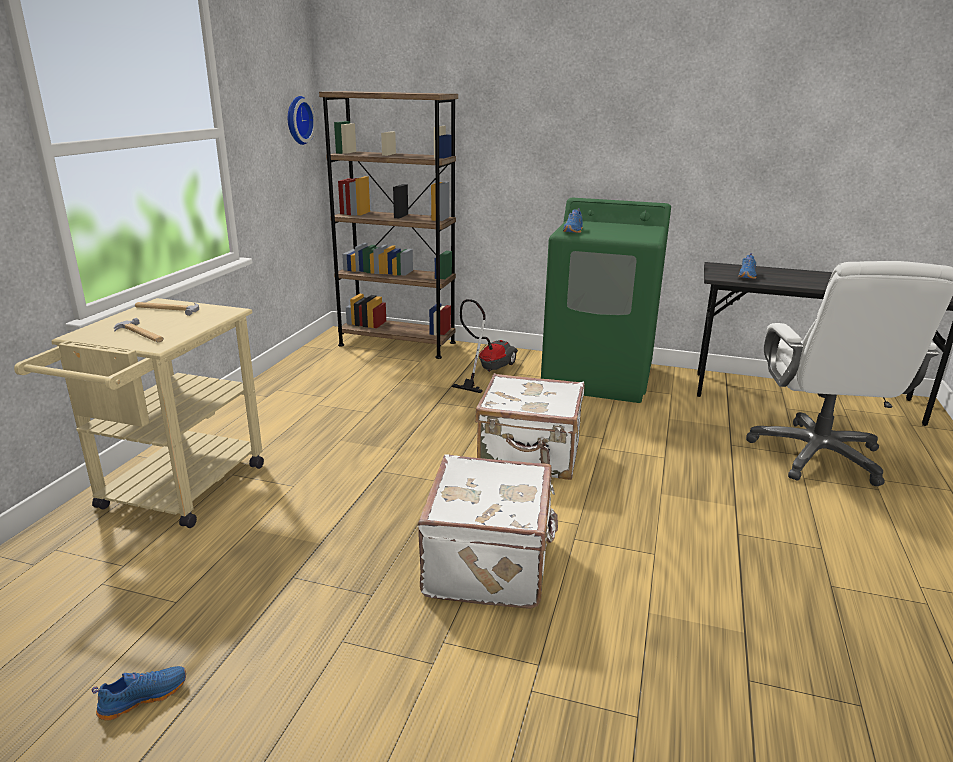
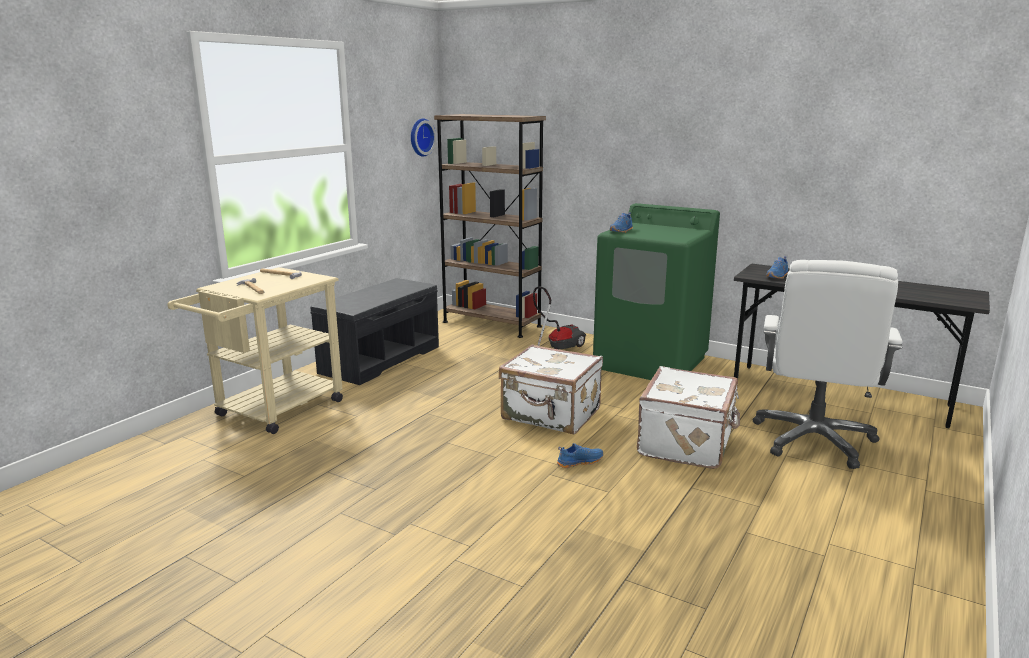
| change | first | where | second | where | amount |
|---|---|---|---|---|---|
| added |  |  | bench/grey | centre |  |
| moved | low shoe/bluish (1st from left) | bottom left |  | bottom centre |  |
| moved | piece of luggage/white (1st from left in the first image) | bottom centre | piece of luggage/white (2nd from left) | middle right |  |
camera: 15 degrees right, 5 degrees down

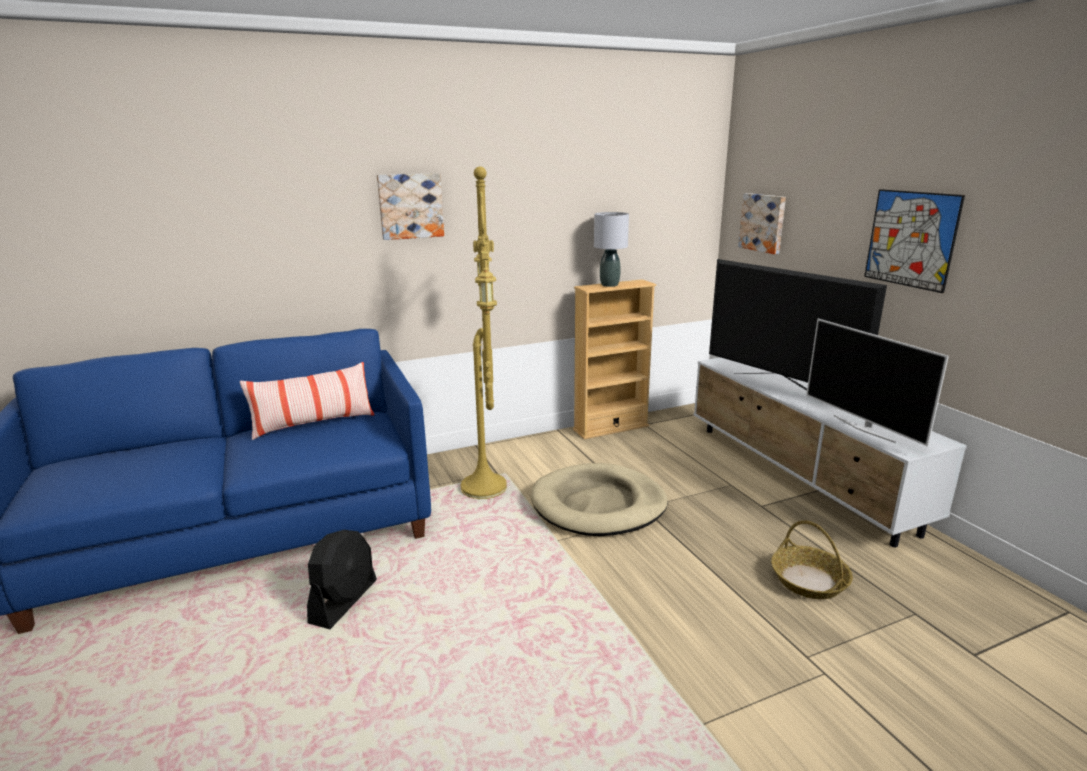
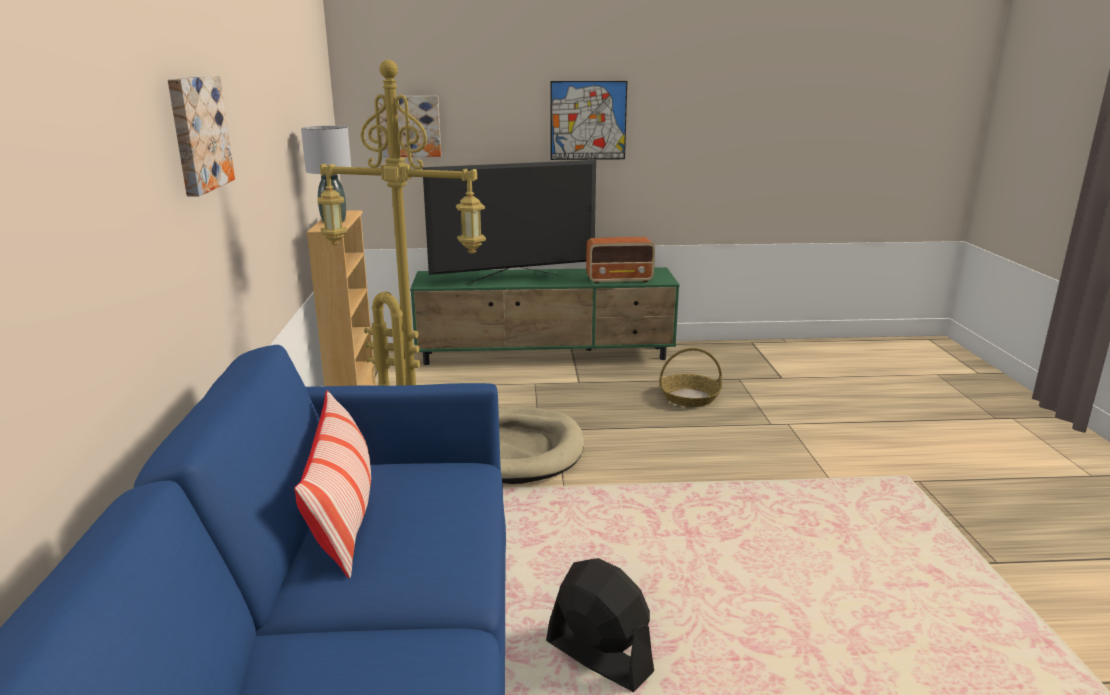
| change | first | where | second | where | amount |
|---|---|---|---|---|---|
| replaced | TV (2nd from left) | middle right | radio | centre |  |
| recoloured | tv unit/white | middle right | tv unit/green | centre |  |
camera: 70 degrees left, 0 degrees up

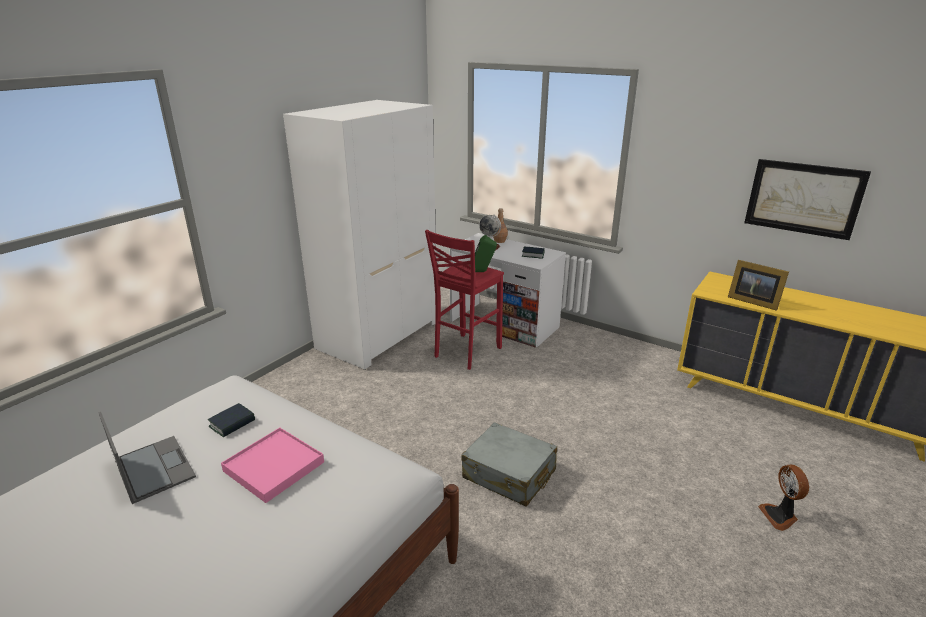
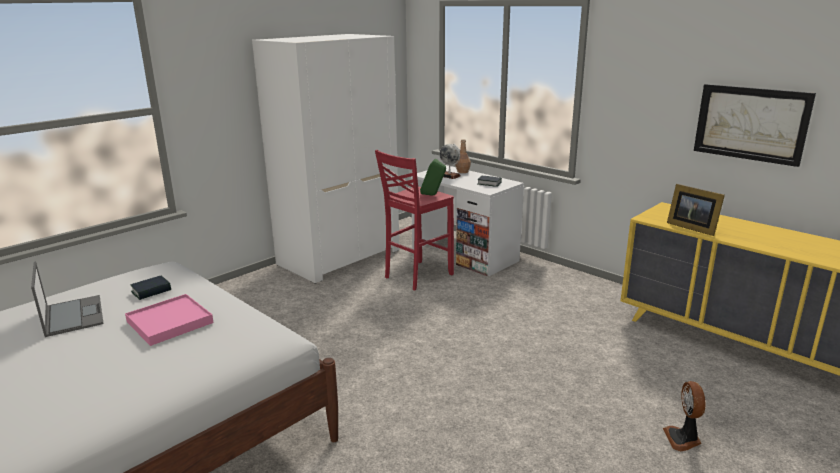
| change | first | where | second | where | amount |
|---|---|---|---|---|---|
| removed | piece of luggage/grey | bottom centre |  |  |  |
camera: 10 degrees right, 5 degrees down

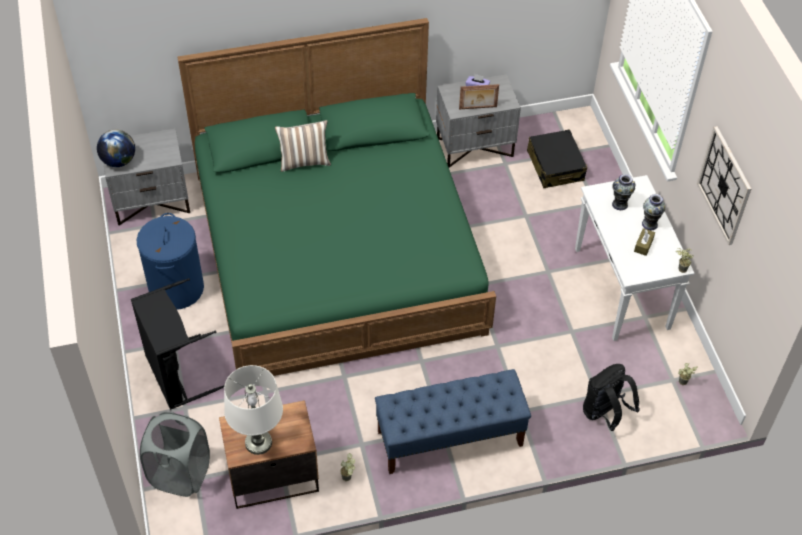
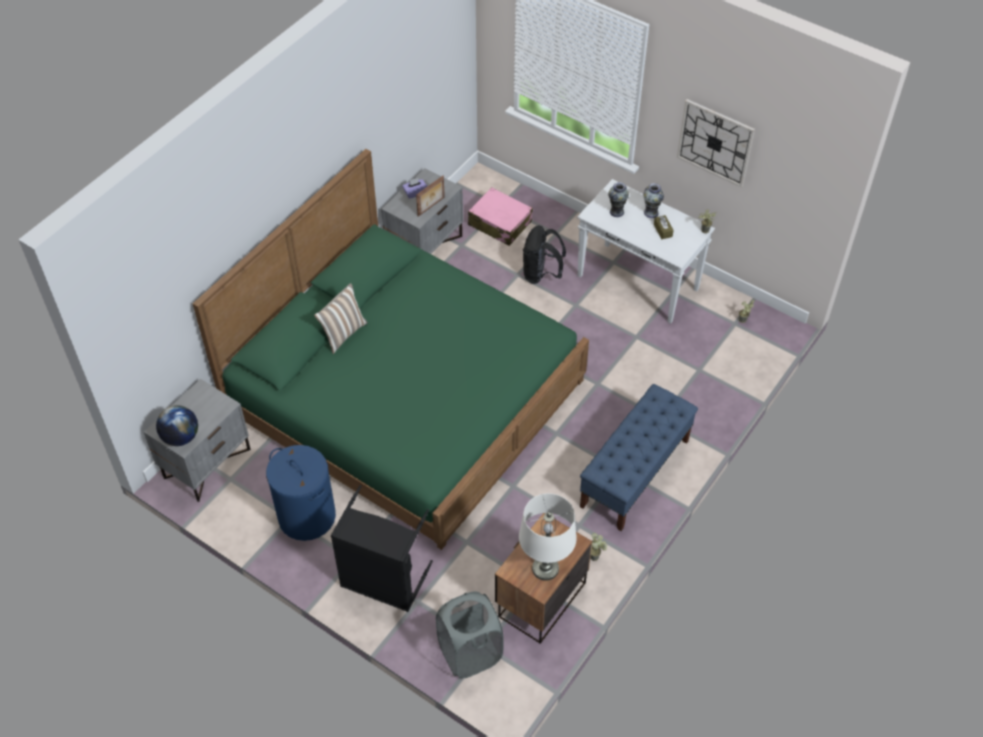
| change | first | where | second | where | amount |
|---|---|---|---|---|---|
| moved | knapsack/black | bottom right |  | centre |  |
| recoloured | piece of luggage/black | top right | piece of luggage/pink-coloured | top centre |  |
camera: 40 degrees left, 0 degrees up

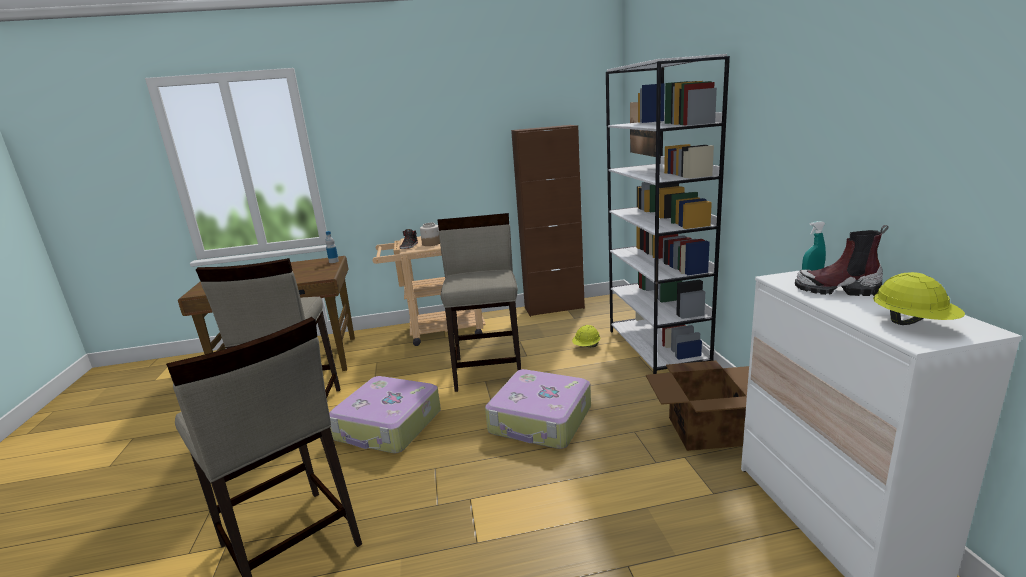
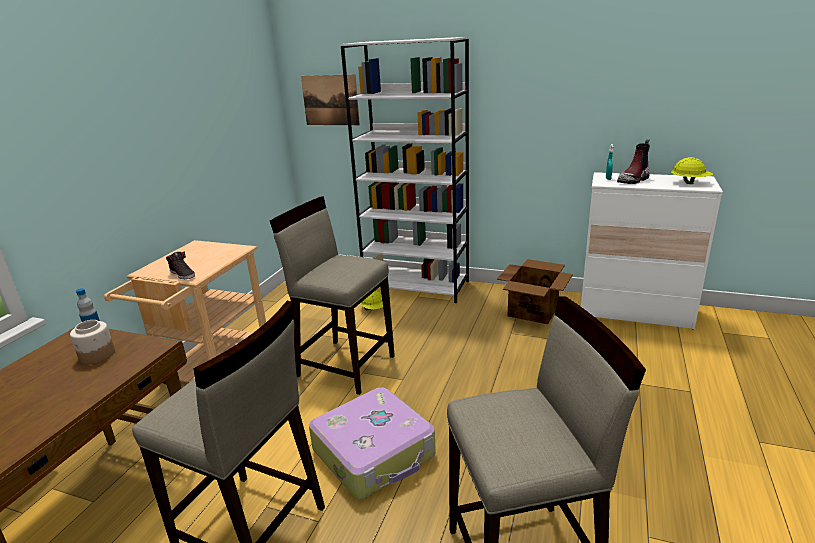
| change | first | where | second | where | amount |
|---|---|---|---|---|---|
| removed | piece of luggage (2nd from left) | bottom centre |  |  |  |
| removed | cupboard/brown-coloured | centre |  |  |  |
| moved | preserve jar | centre |  | middle left |  |
camera: 60 degrees left, 5 degrees up

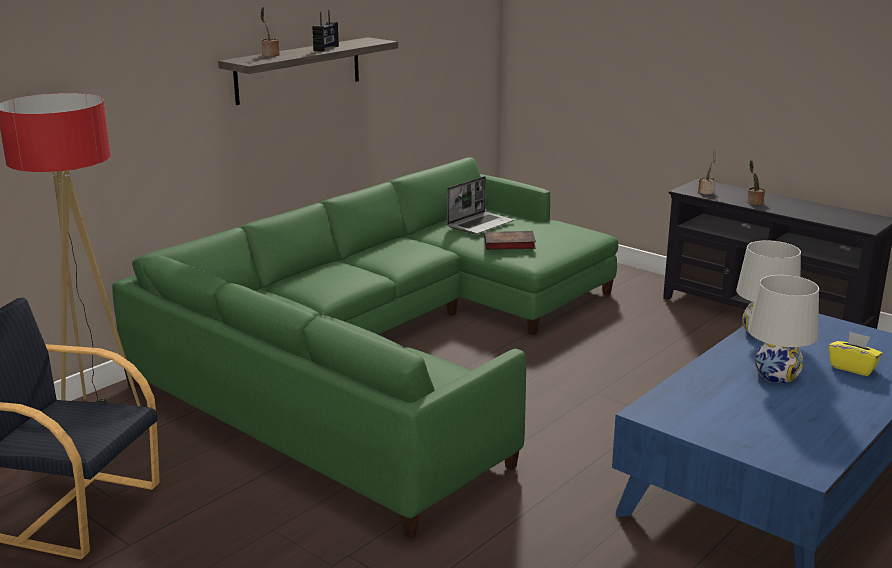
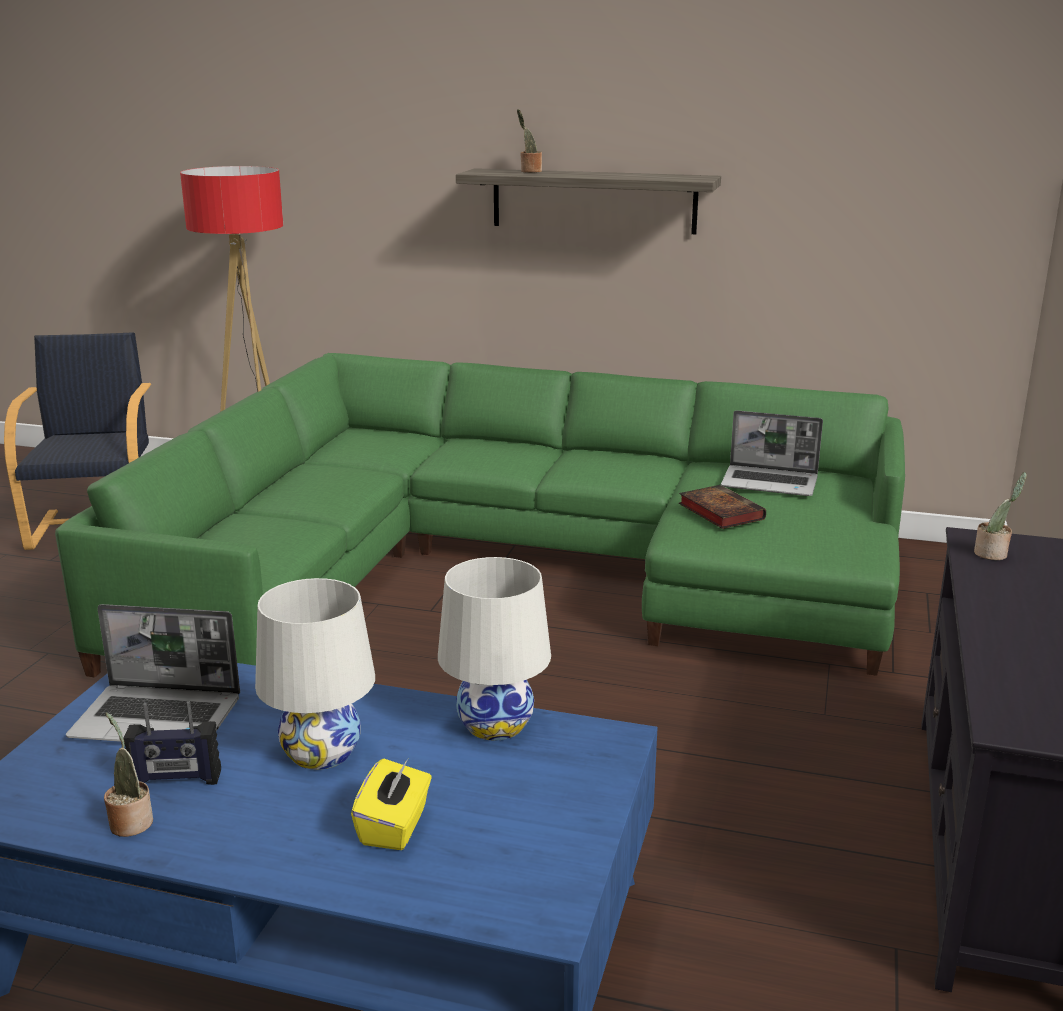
| change | first | where | second | where | amount |
|---|---|---|---|---|---|
| added |  |  | notebook computer (1st from left) | middle left |  |
| moved | radio | top centre |  | bottom left |  |
| moved | potted plant (3rd from left in the first image) | top right | potted plant (1st from left) | bottom left |  |
camera: 65 degrees right, 0 degrees up

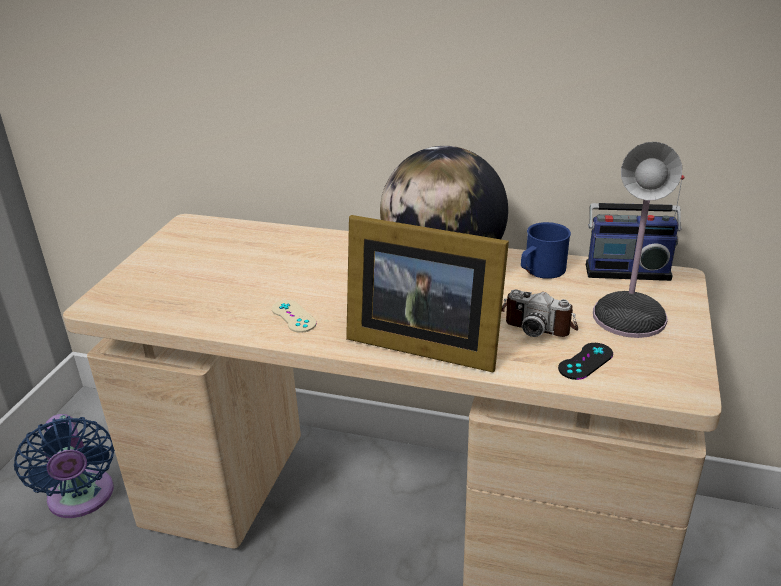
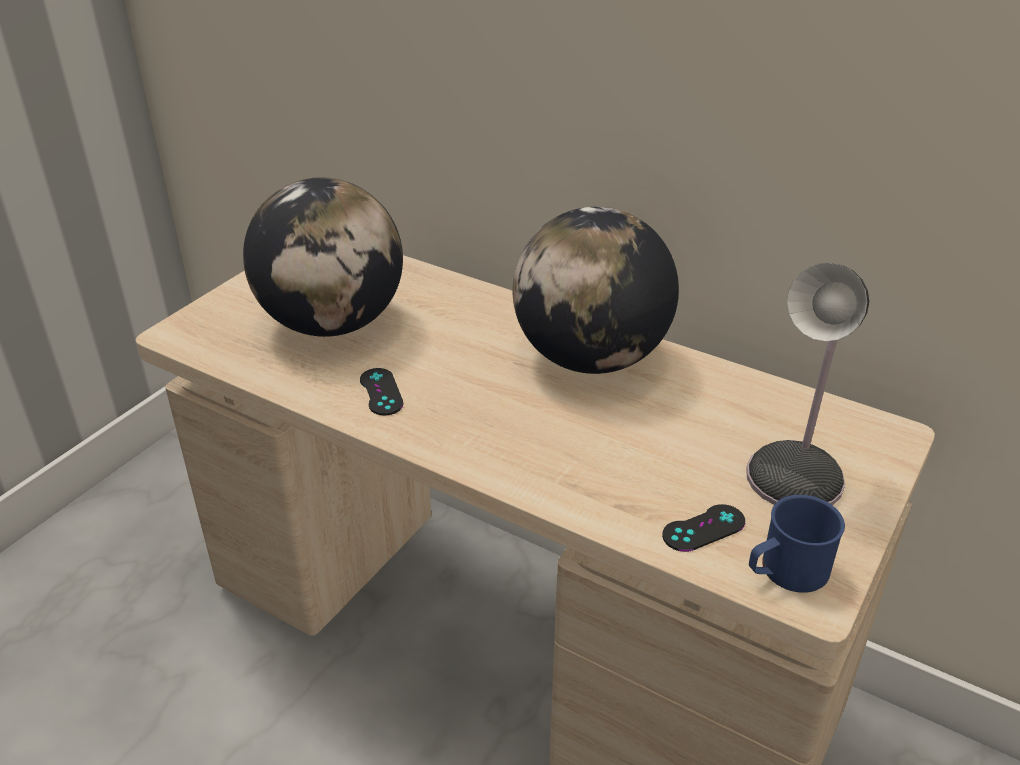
| change | first | where | second | where | amount |
|---|---|---|---|---|---|
| removed | electric fan/bluish | bottom left |  |  |  |
| removed | standing frame | centre |  |  |  |
| removed | still camera | middle right |  |  |  |
| removed | radio | middle right |  |  |  |
| added |  |  | desk globe (1st from left) | middle left |  |
| moved | mug/bluish | middle right |  | bottom right |  |
| recoloured | gamepad/beige-coloured | centre | gamepad/black (1st from left) | centre |  |
camera: 15 degrees right, 5 degrees up

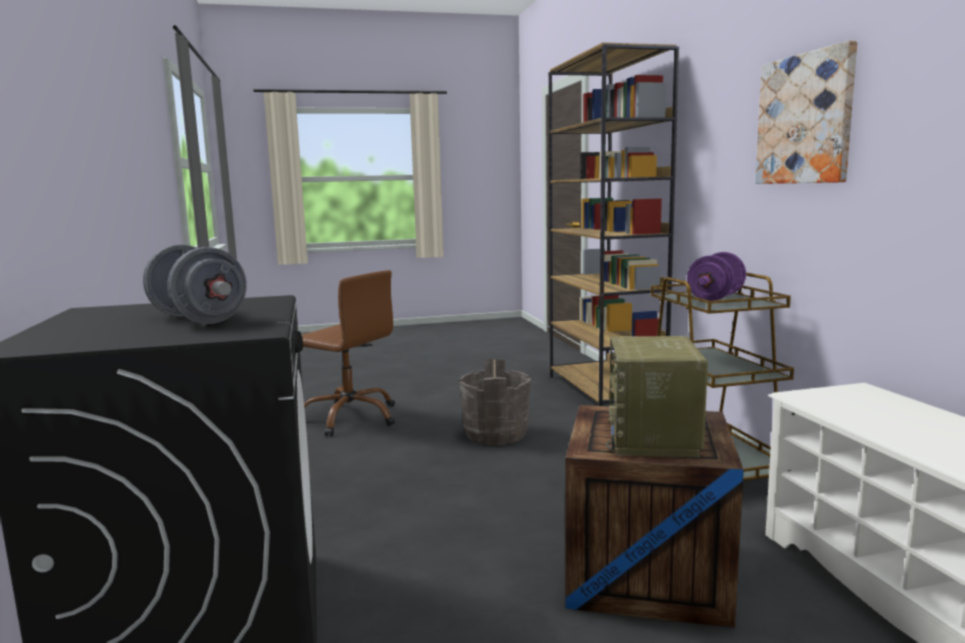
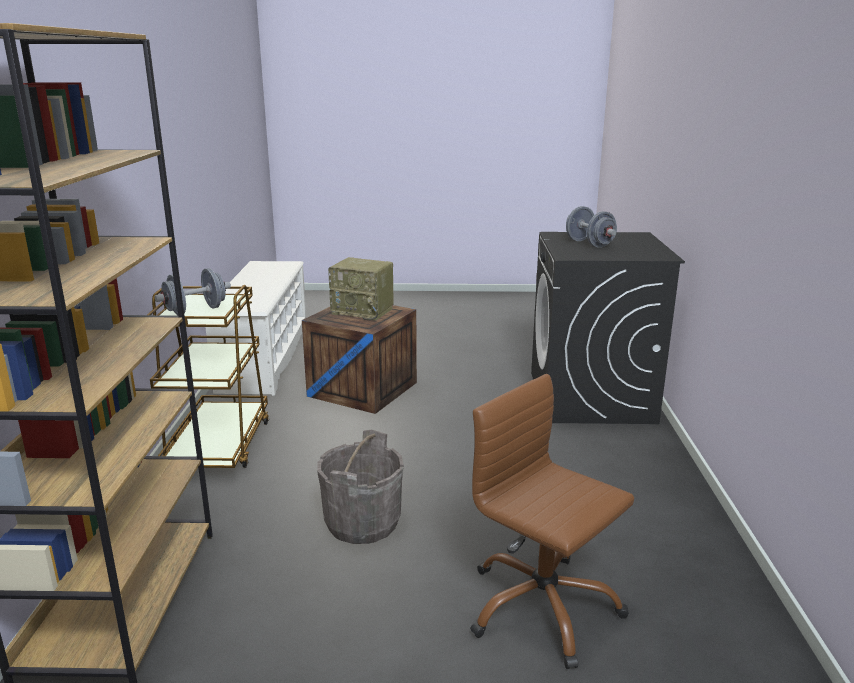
| change | first | where | second | where | amount |
|---|---|---|---|---|---|
| removed | wall picture | top right |  |  |  |
| recoloured | free weight/purple-coloured | middle right | free weight/grey (1st from left) | middle left |  |
| turned | radio | middle right |  | centre | 90 degrees clockwise |
camera: 165 degrees left, 10 degrees up

